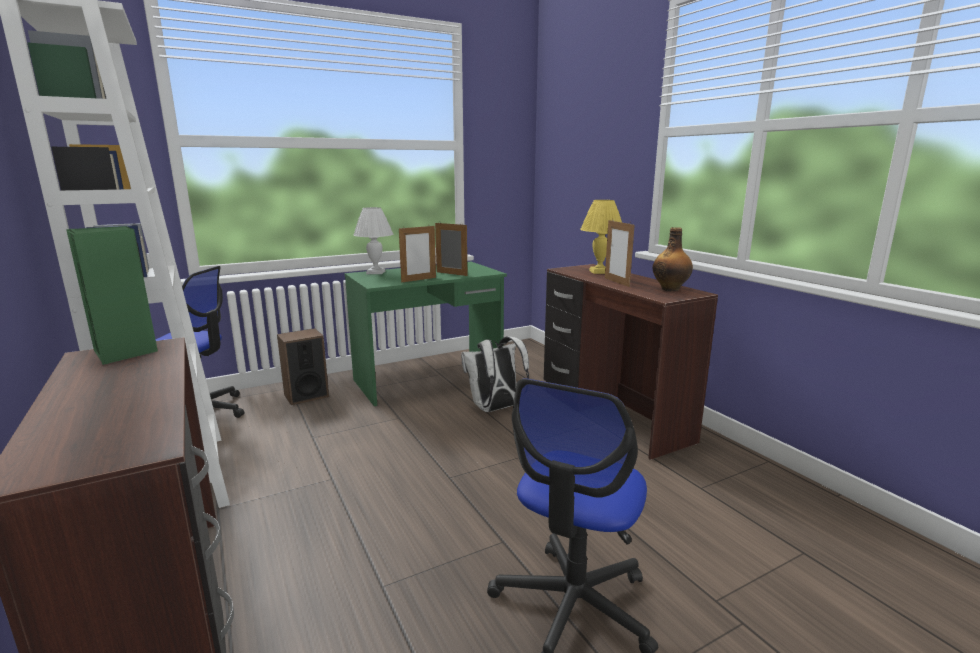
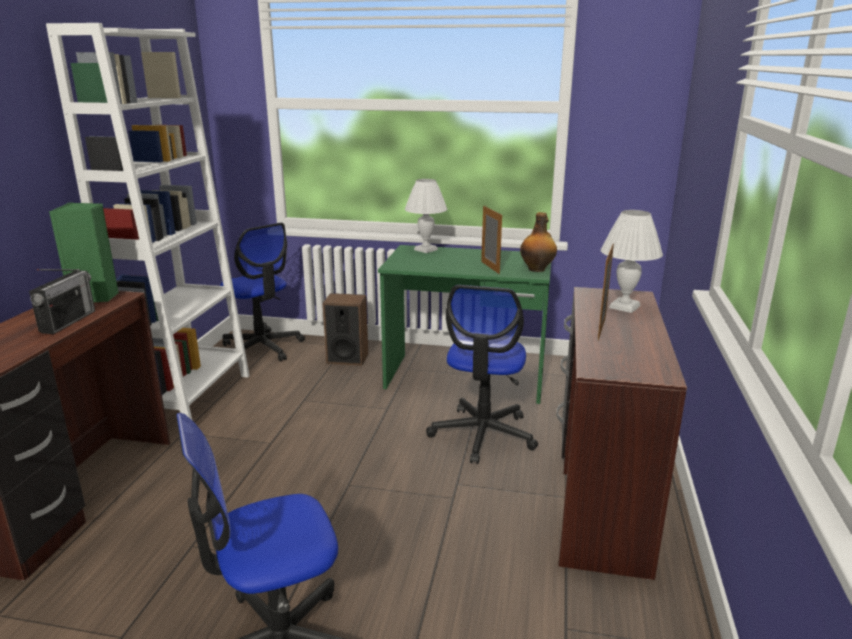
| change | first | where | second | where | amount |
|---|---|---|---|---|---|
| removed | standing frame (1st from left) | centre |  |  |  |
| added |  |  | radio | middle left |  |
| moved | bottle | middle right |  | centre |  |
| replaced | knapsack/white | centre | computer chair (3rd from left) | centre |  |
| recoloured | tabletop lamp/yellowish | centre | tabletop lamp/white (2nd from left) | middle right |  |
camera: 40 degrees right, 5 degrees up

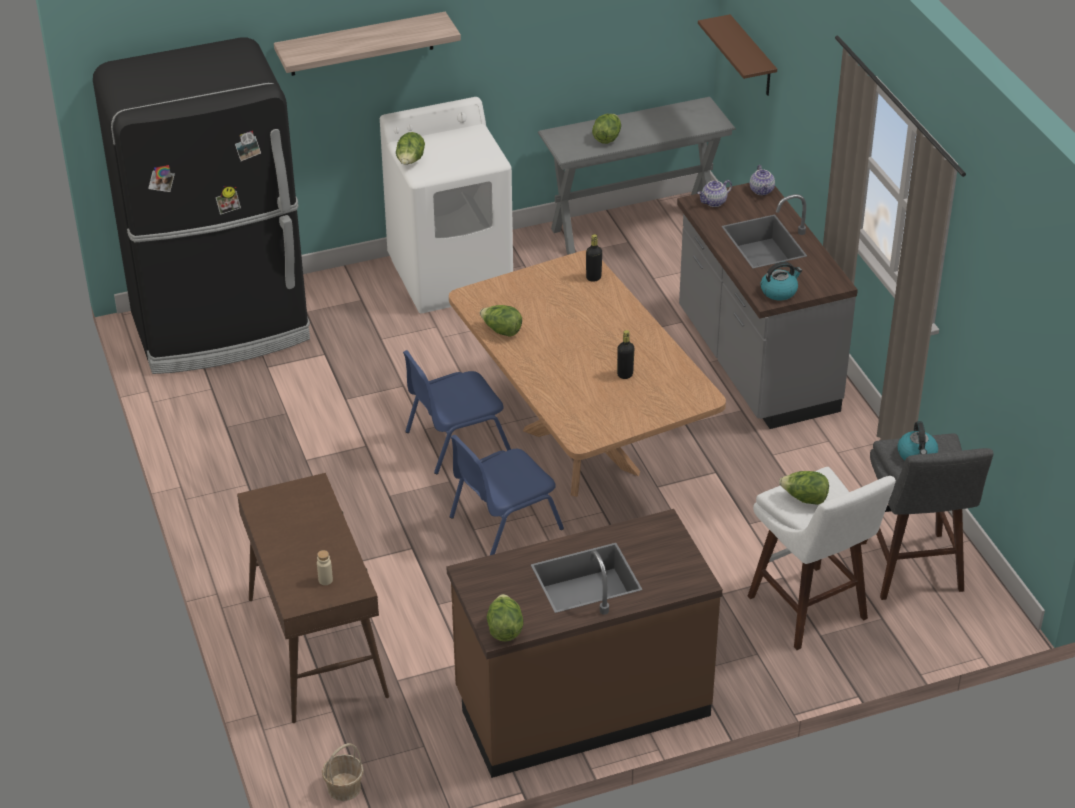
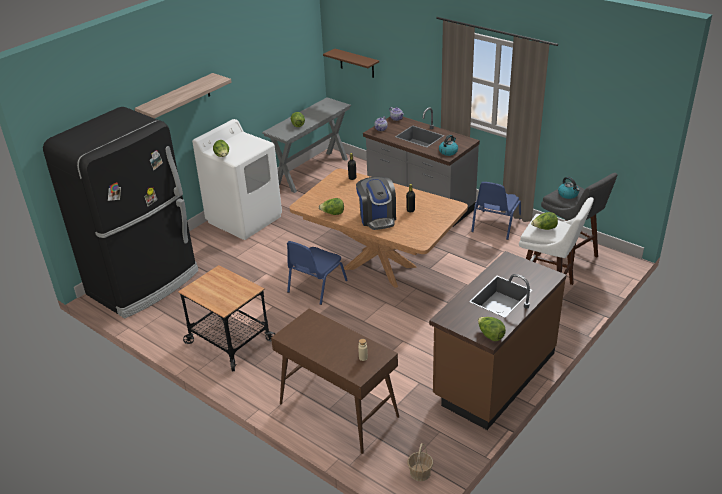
| change | first | where | second | where | amount |
|---|---|---|---|---|---|
| added |  |  | trolley | middle left |  |
| added |  |  | coffee machine | centre |  |
| moved | plain chair/bluish (2nd from left) | centre |  | middle right |  |
camera: 30 degrees left, 5 degrees down

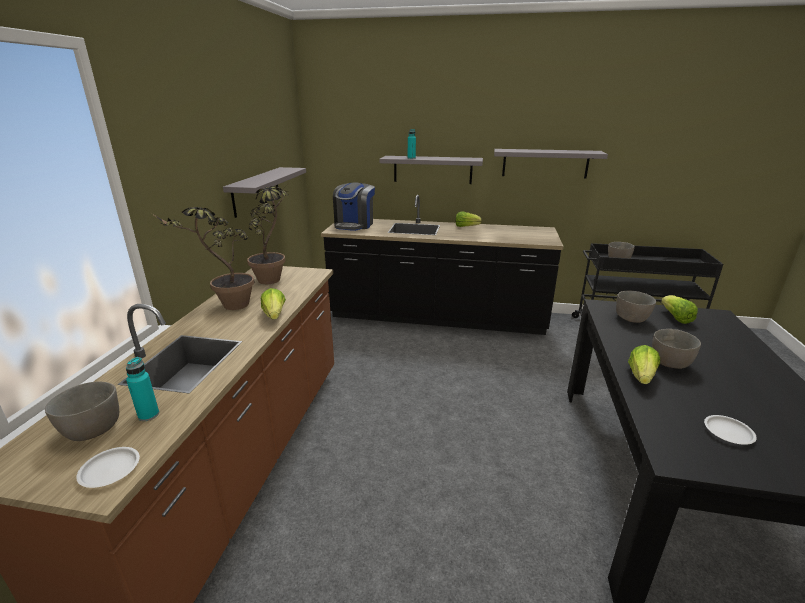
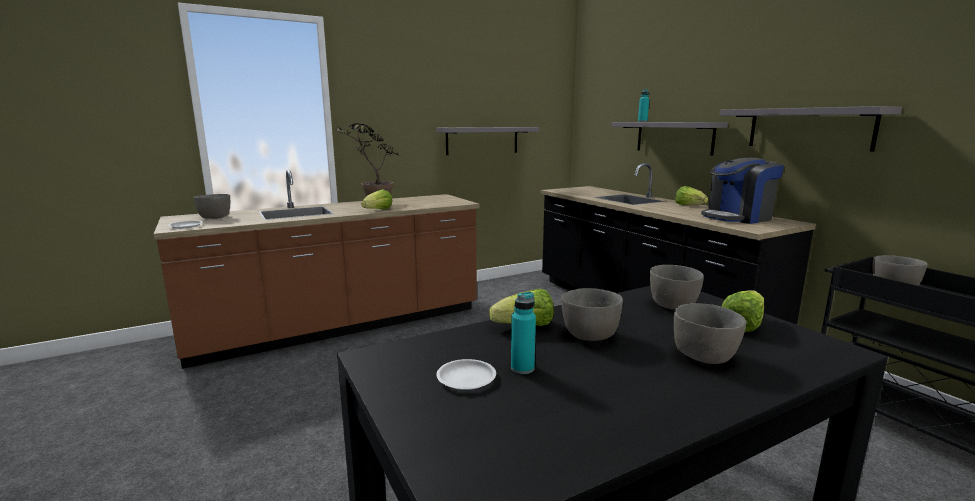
| change | first | where | second | where | amount |
|---|---|---|---|---|---|
| removed | potted plant (2nd from left) | middle left |  |  |  |
| added |  |  | deep dish/grey (4th from left) | middle right |  |
| moved | bottle/turquoise (1st from left) | middle left |  | centre |  |
| moved | coffee machine | centre |  | middle right |  |
camera: 50 degrees right, 10 degrees down

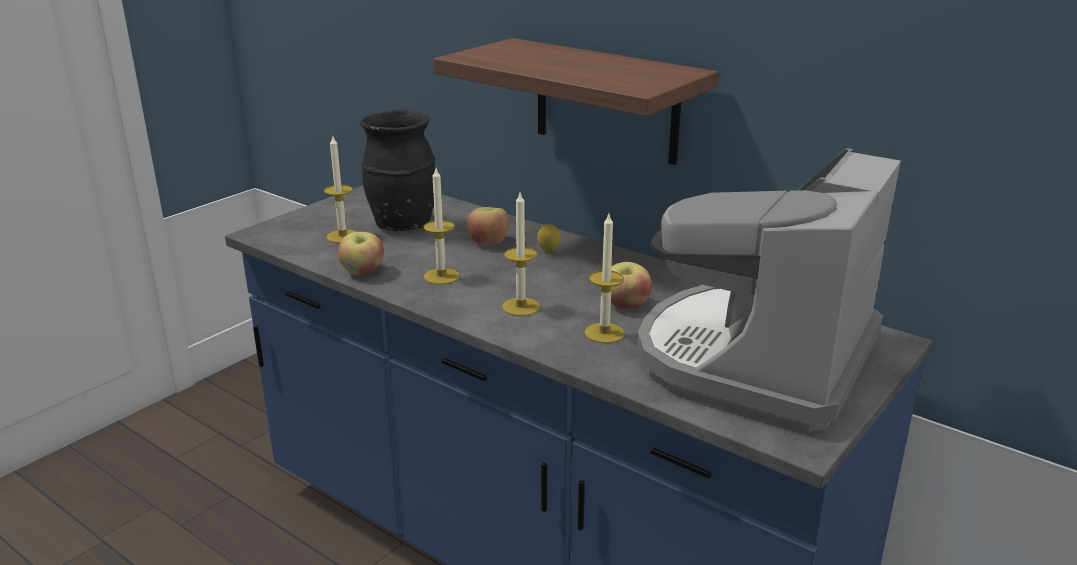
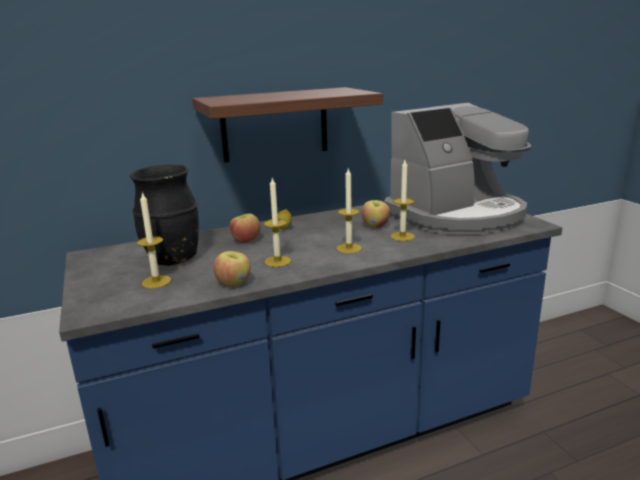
| change | first | where | second | where | amount |
|---|---|---|---|---|---|
| turned | coffee machine | middle right |  | middle right | 90 degrees counterclockwise |
camera: 60 degrees left, 5 degrees down

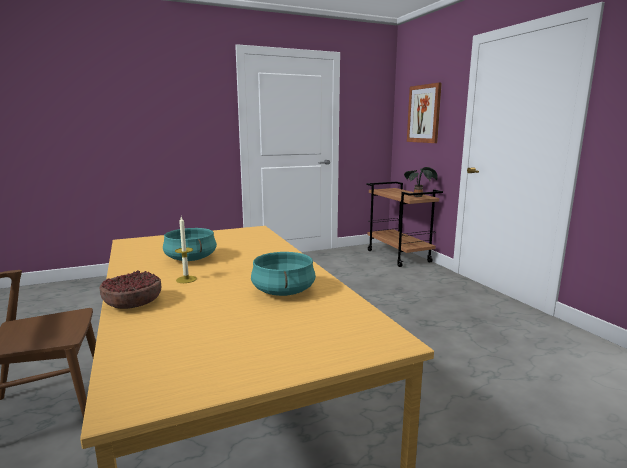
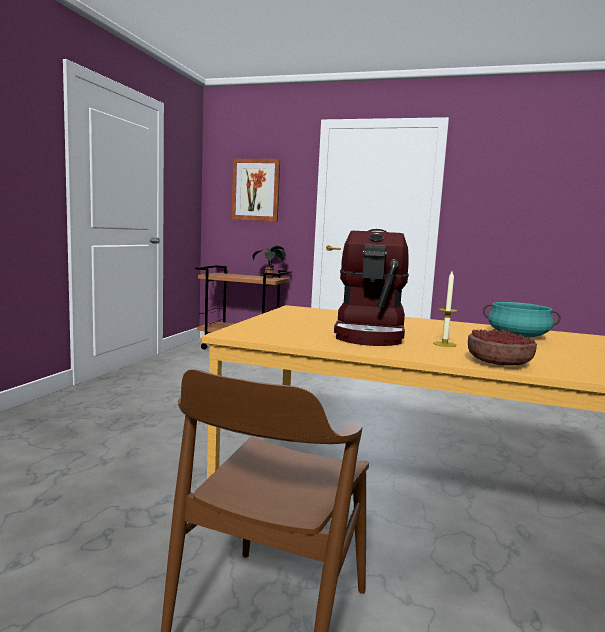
| change | first | where | second | where | amount |
|---|---|---|---|---|---|
| replaced | stockpot/turquoise (1st from left) | middle left | coffee machine | centre |  |
camera: 50 degrees left, 5 degrees down

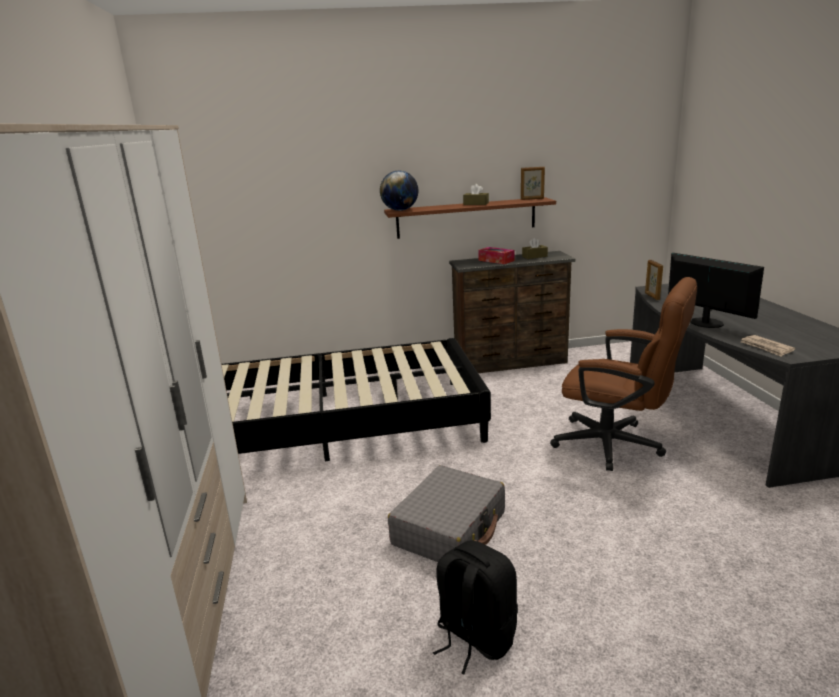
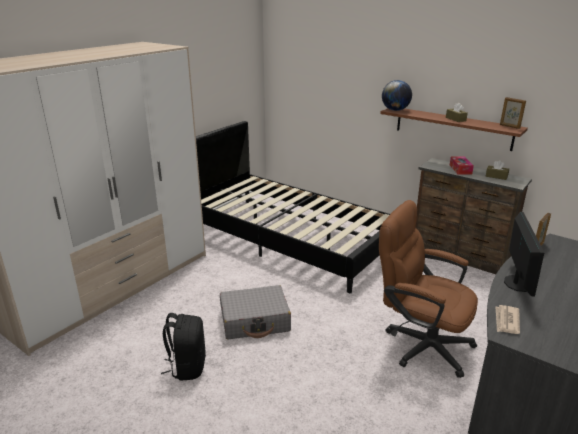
| change | first | where | second | where | amount |
|---|---|---|---|---|---|
| turned | computer chair/brown-coloured | middle right |  | middle right | 135 degrees clockwise |
camera: 45 degrees right, 5 degrees up

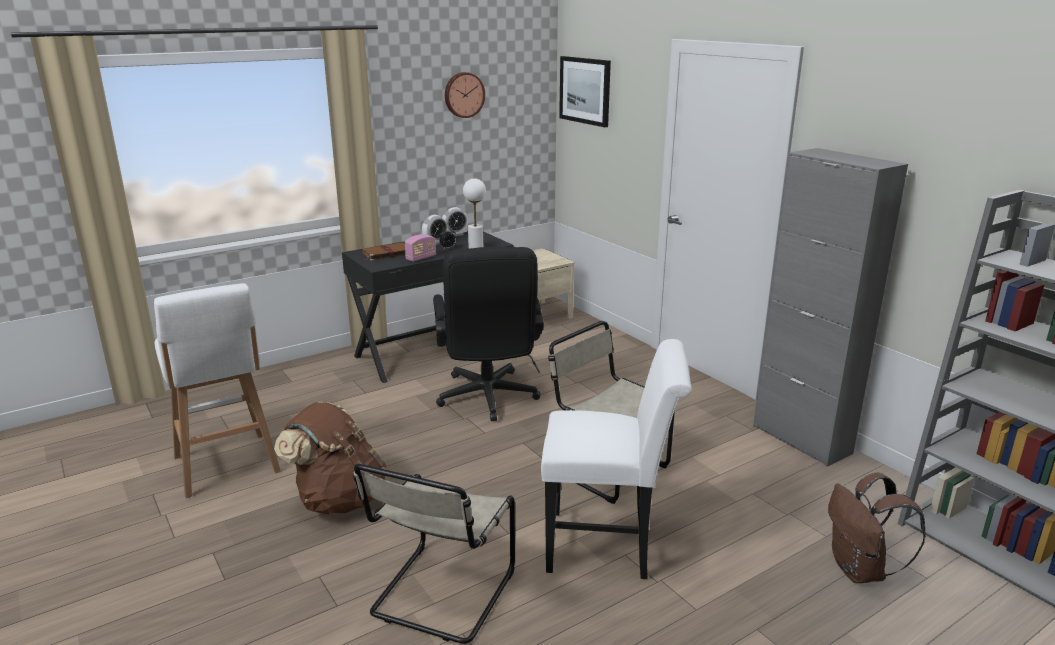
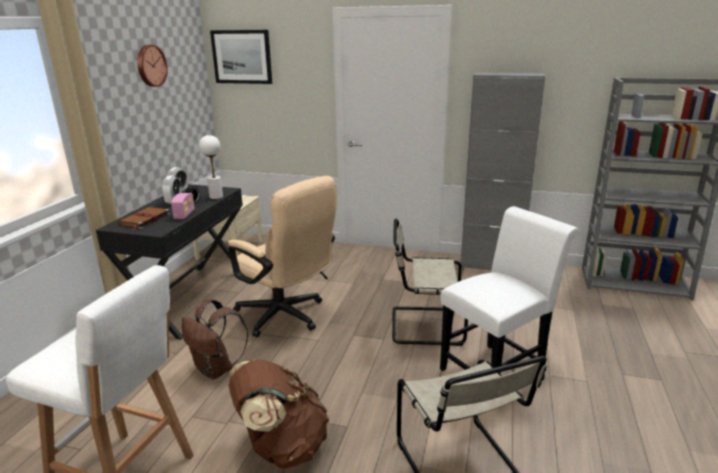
| change | first | where | second | where | amount |
|---|---|---|---|---|---|
| moved | knapsack/brown-coloured (2nd from left in the first image) | bottom right | knapsack/brown-coloured (1st from left) | bottom left |  |
| recoloured | computer chair/black | centre | computer chair/beige-coloured | centre |  |
camera: 40 degrees left, 0 degrees up

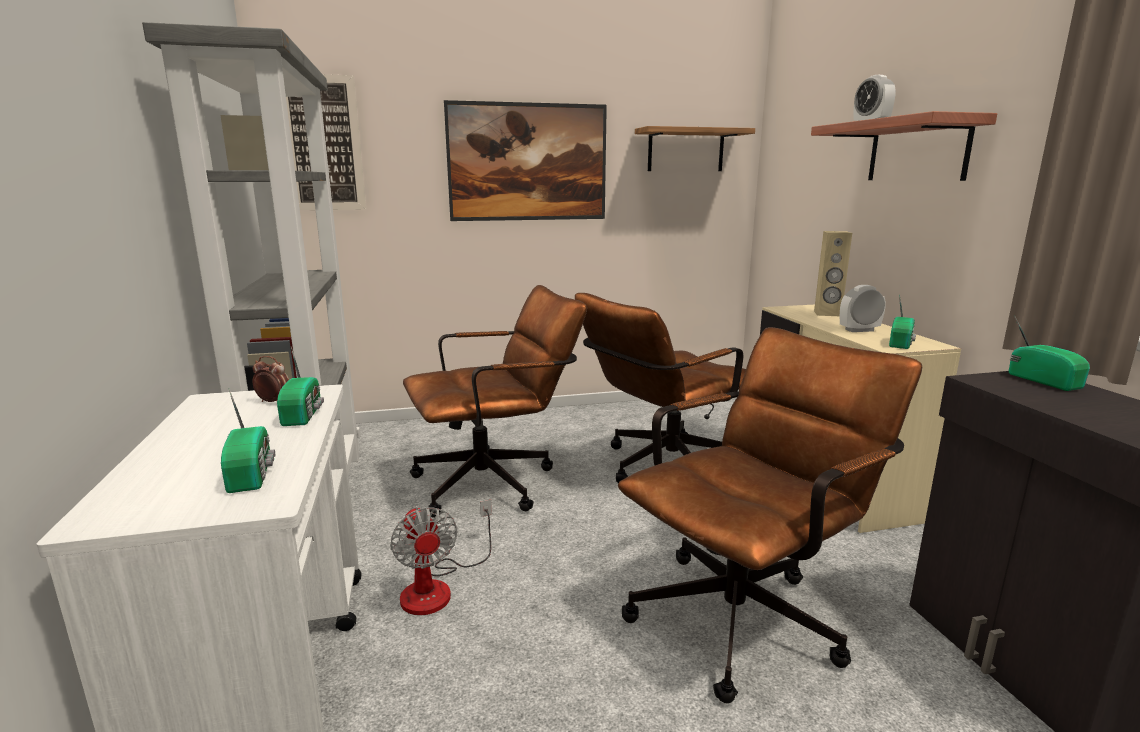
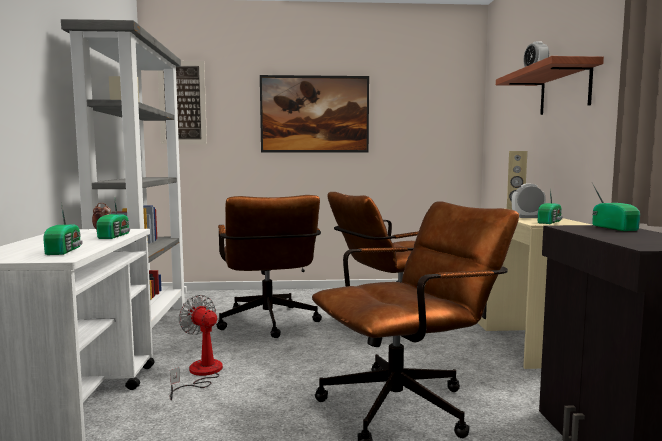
| change | first | where | second | where | amount |
|---|---|---|---|---|---|
| removed | shelf (1st from left) | top centre |  |  |  |
| turned | electric fan | bottom centre |  | bottom left | 150 degrees clockwise |
| turned | computer chair/brown-coloured (1st from left) | centre |  | centre | 90 degrees clockwise |
camera: 10 degrees right, 10 degrees down

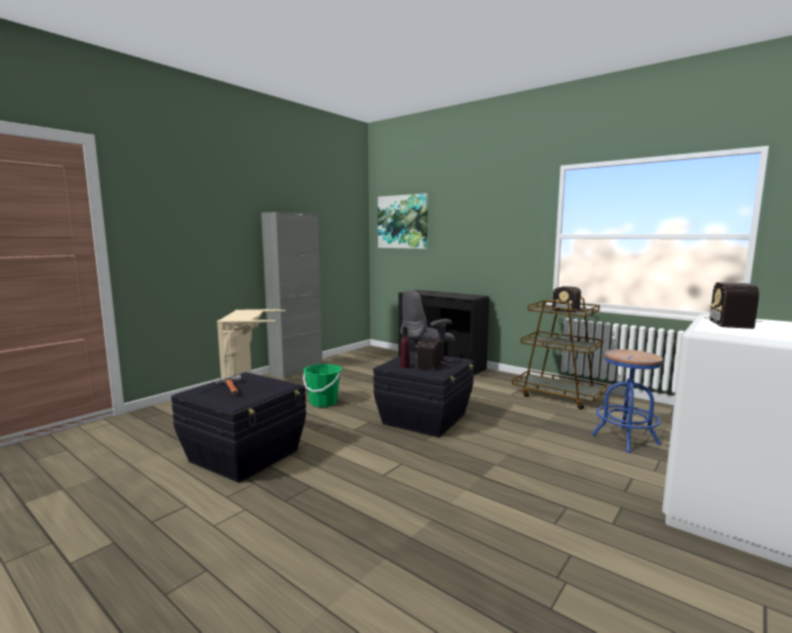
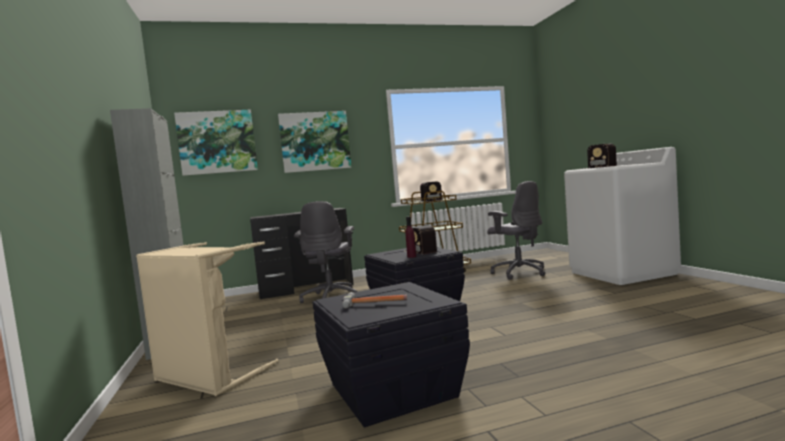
| change | first | where | second | where | amount |
|---|---|---|---|---|---|
| removed | bucket/green | centre |  |  |  |
| added |  |  | wall picture (2nd from left) | top centre |  |
| replaced | stool/bluish | middle right | computer chair/grey (2nd from left) | centre |  |
camera: 55 degrees left, 5 degrees down

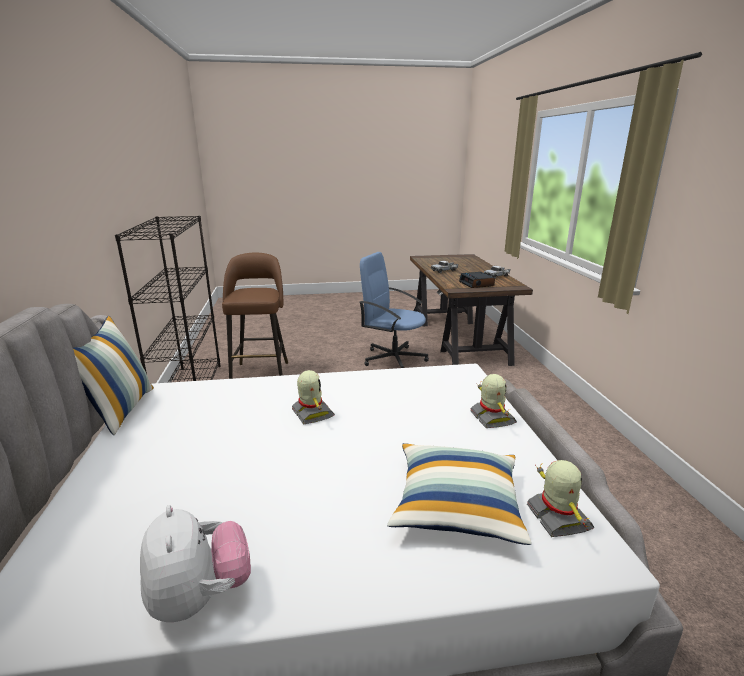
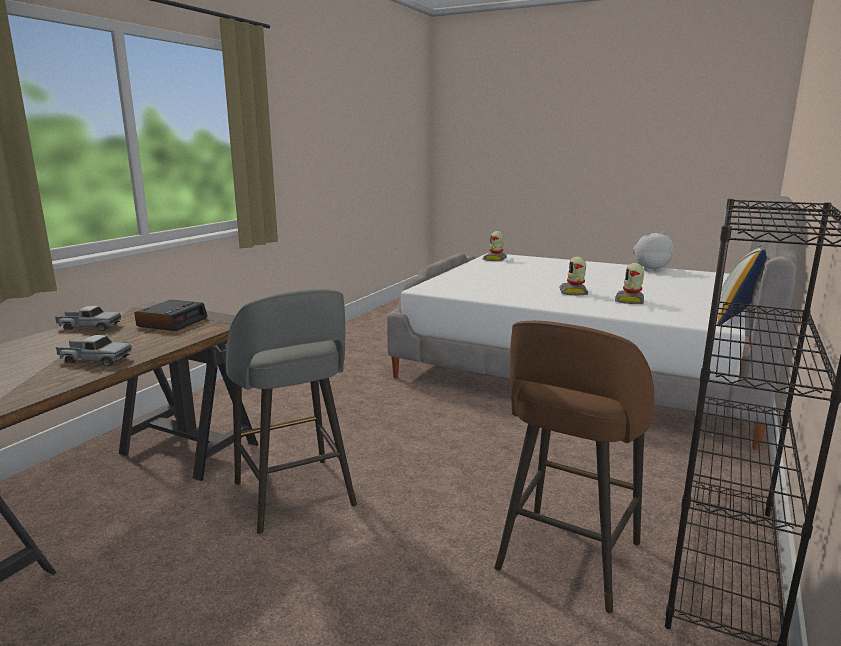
| change | first | where | second | where | amount |
|---|---|---|---|---|---|
| removed | pillow (2nd from left) | bottom centre |  |  |  |
| moved | robot figure (2nd from left in the first image) | centre | robot figure (3rd from left) | middle right |  |
| replaced | computer chair/bluish | centre | stool/grey | centre |  |
| turned | soft toy | bottom left |  | middle right | 75 degrees clockwise |
camera: 145 degrees left, 5 degrees down

